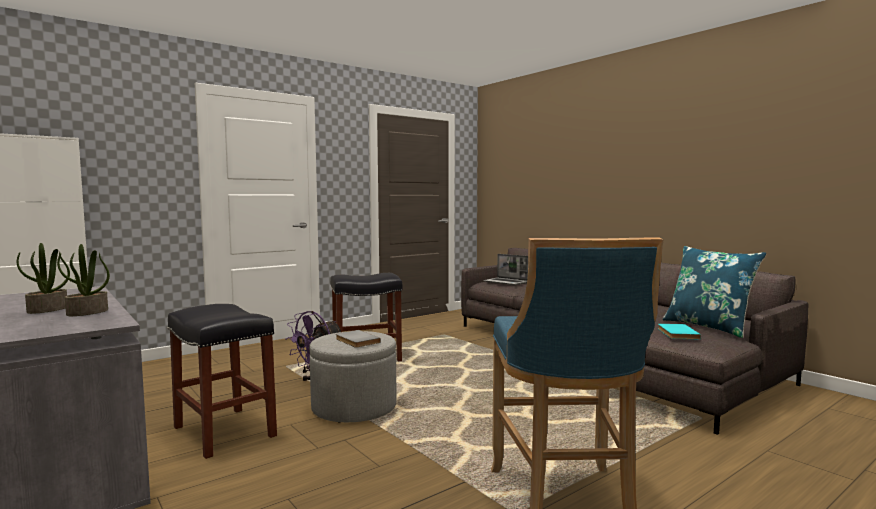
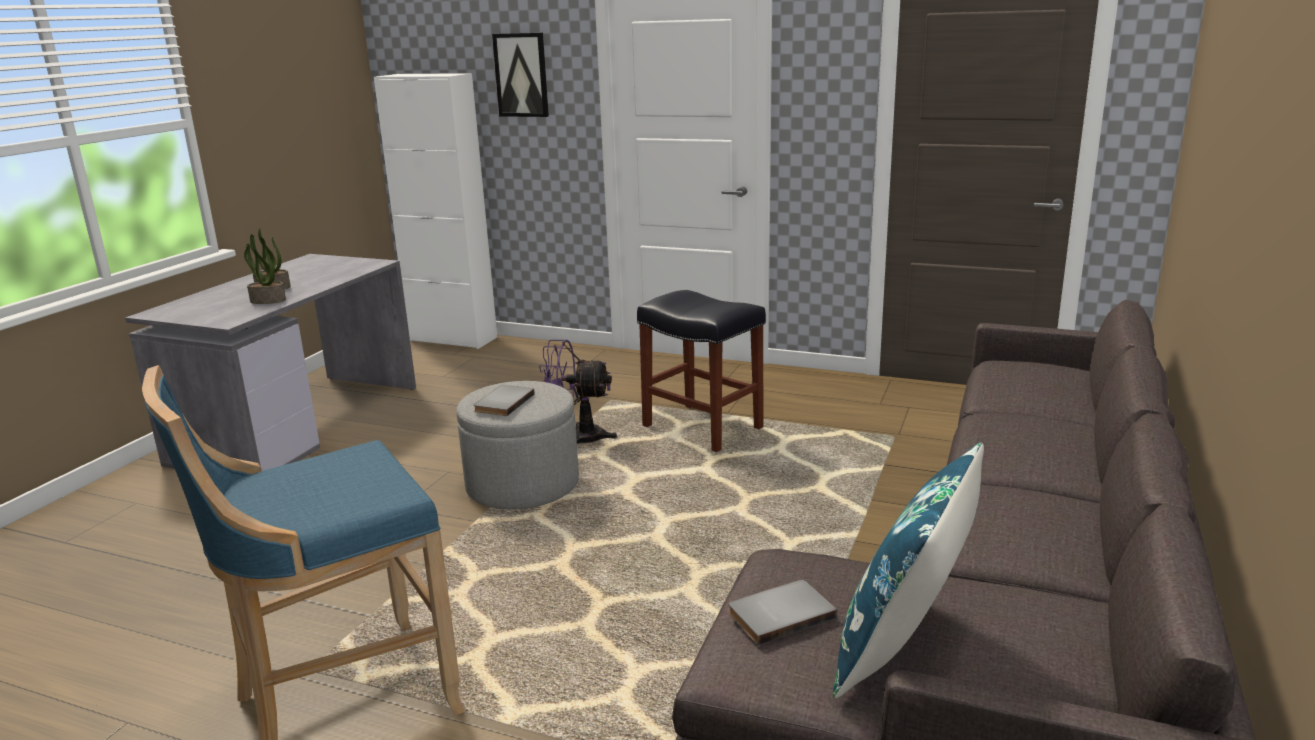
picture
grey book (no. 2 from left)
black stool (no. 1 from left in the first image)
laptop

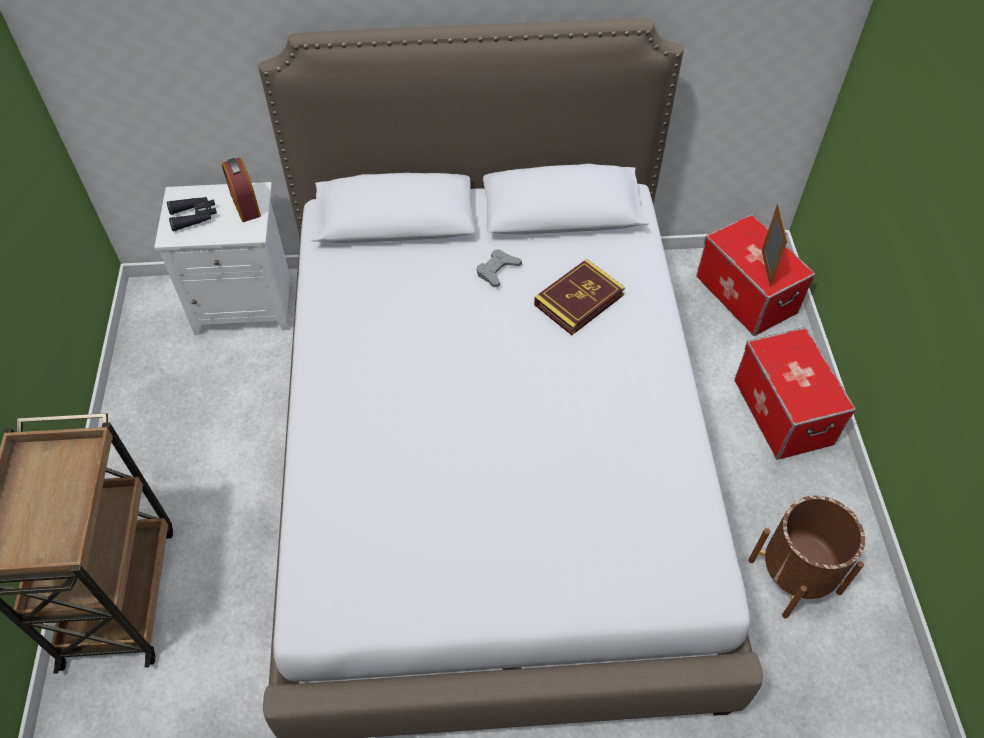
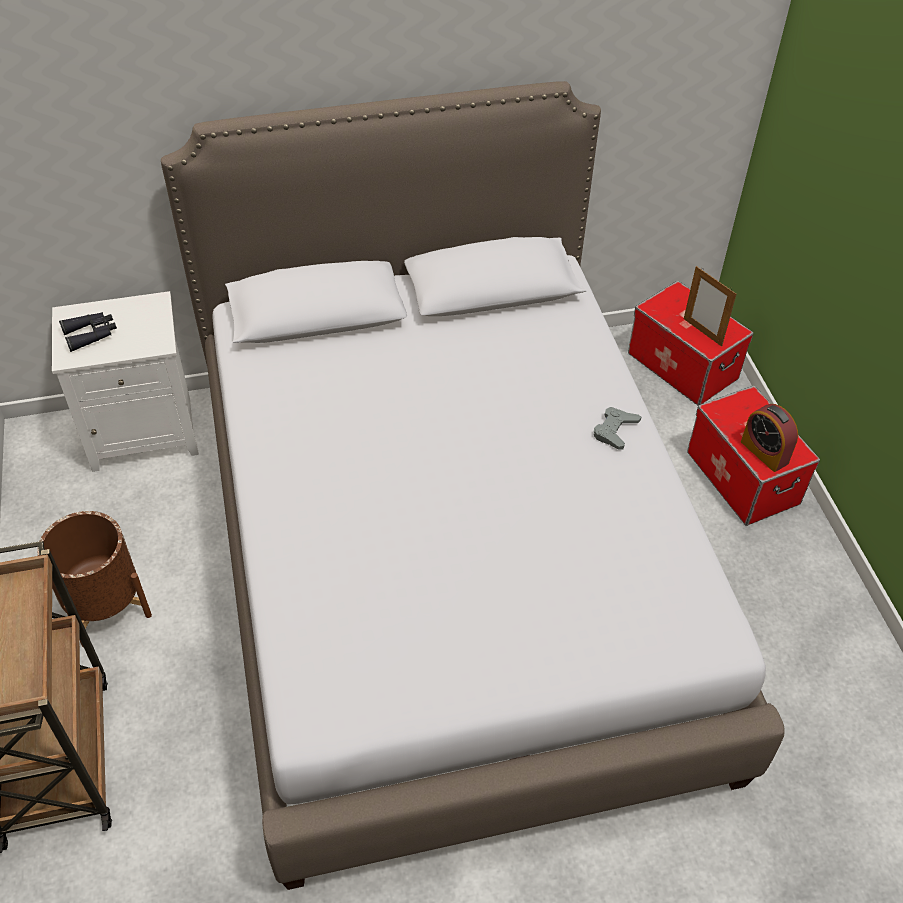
brown planter
grey game controller
picture frame
alarm clock
book

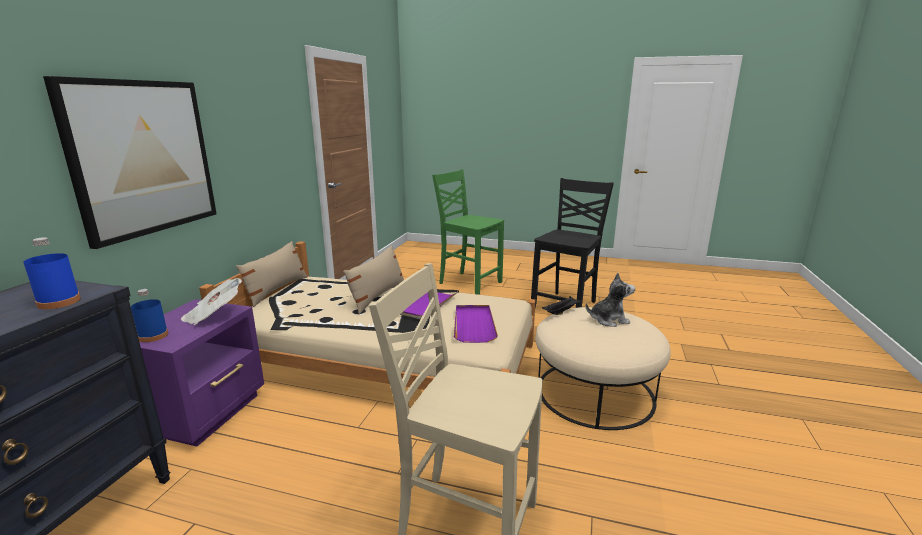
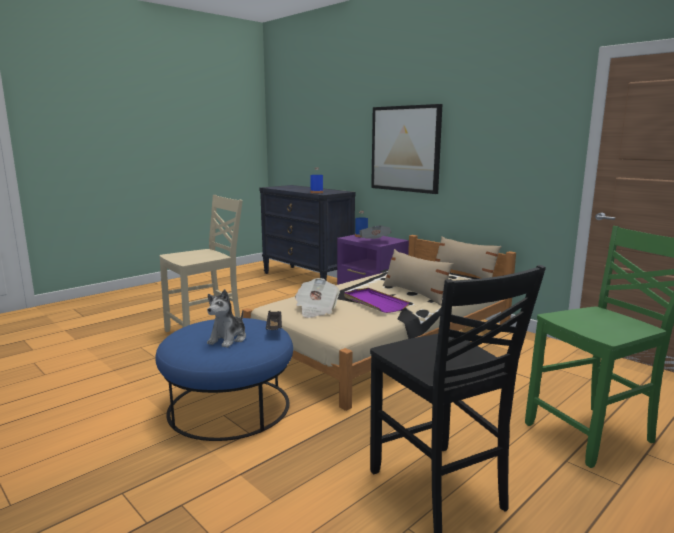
blue ottoman
newspaper (no. 1 from left)

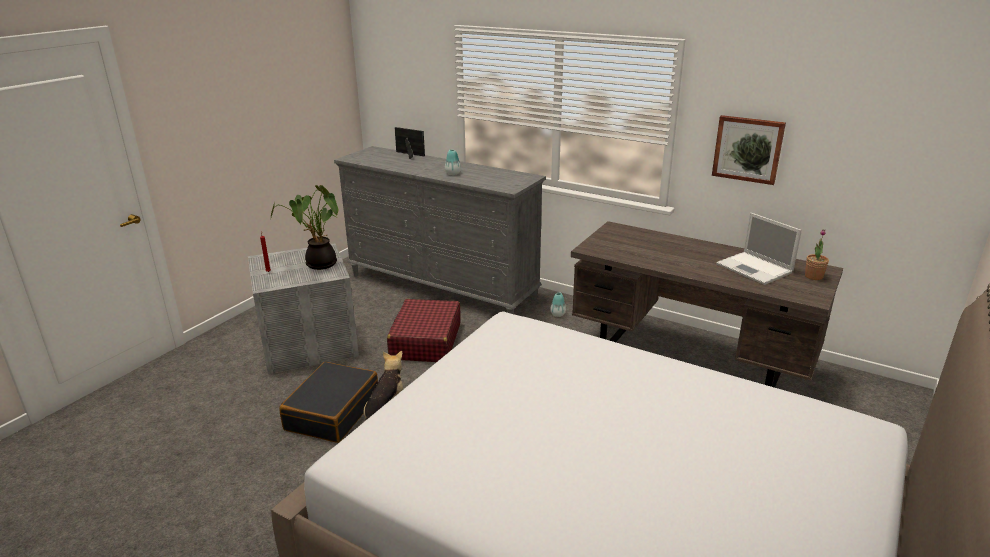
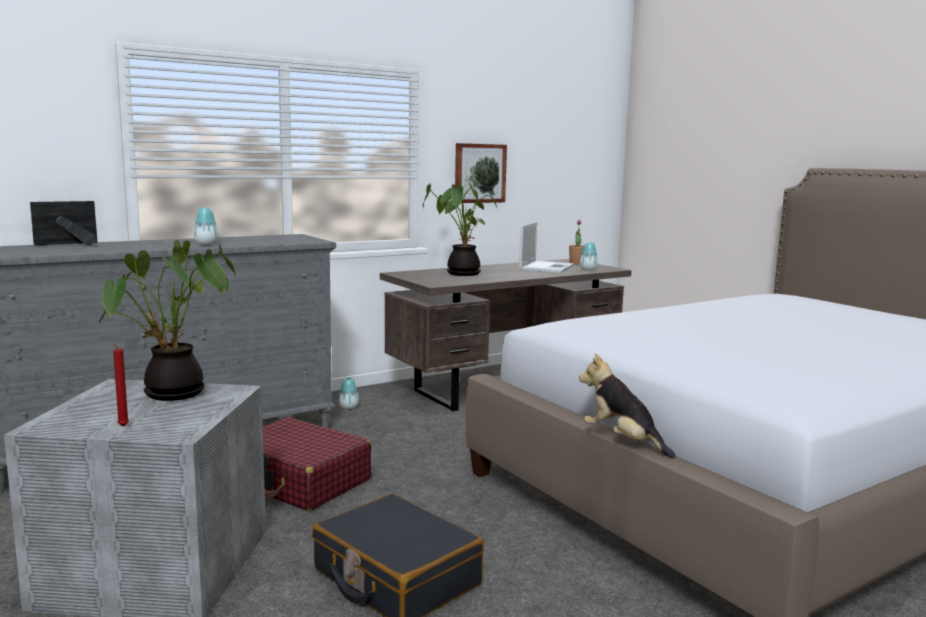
potted plant (no. 2 from left)
laptop
vase (no. 3 from left)

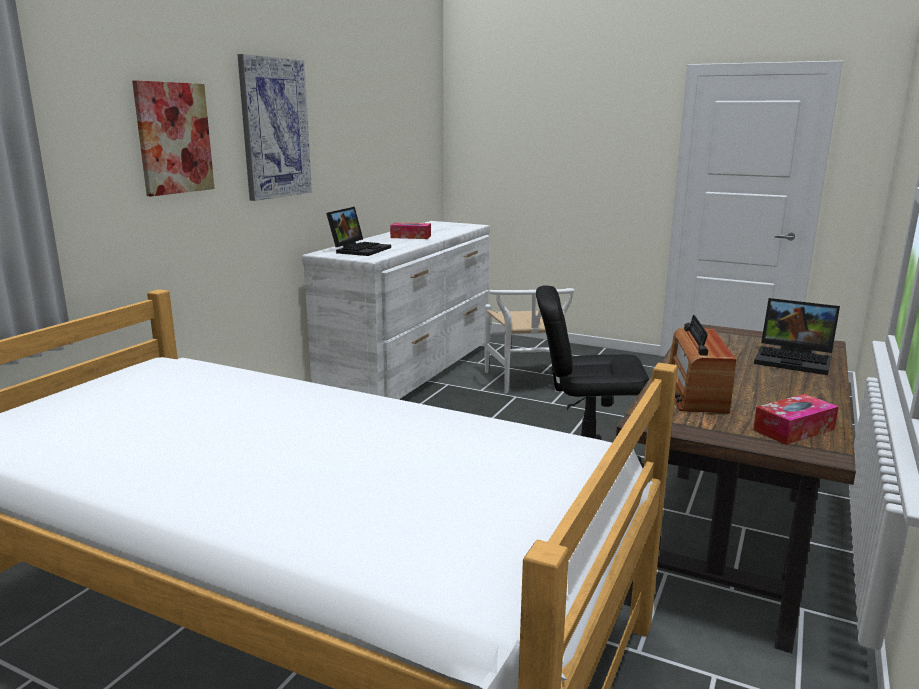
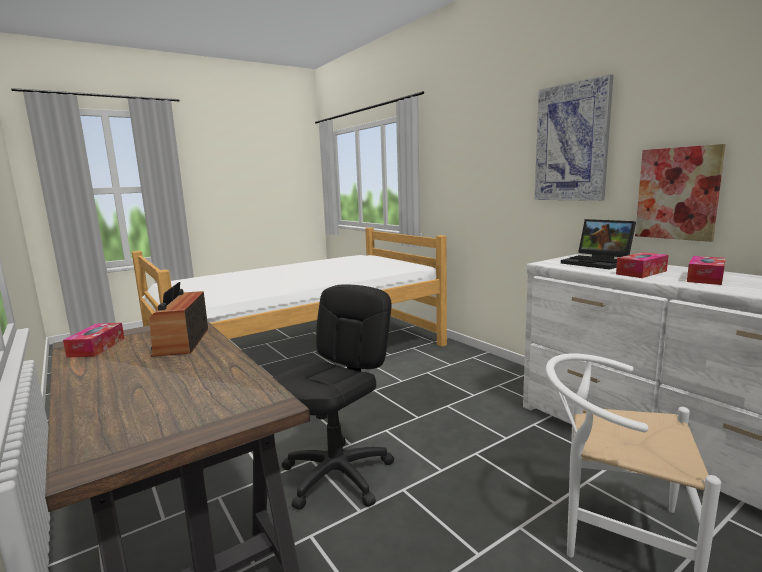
radio
tissue box (no. 2 from left)
picture (no. 2 from left)
laptop (no. 2 from left in the first image)

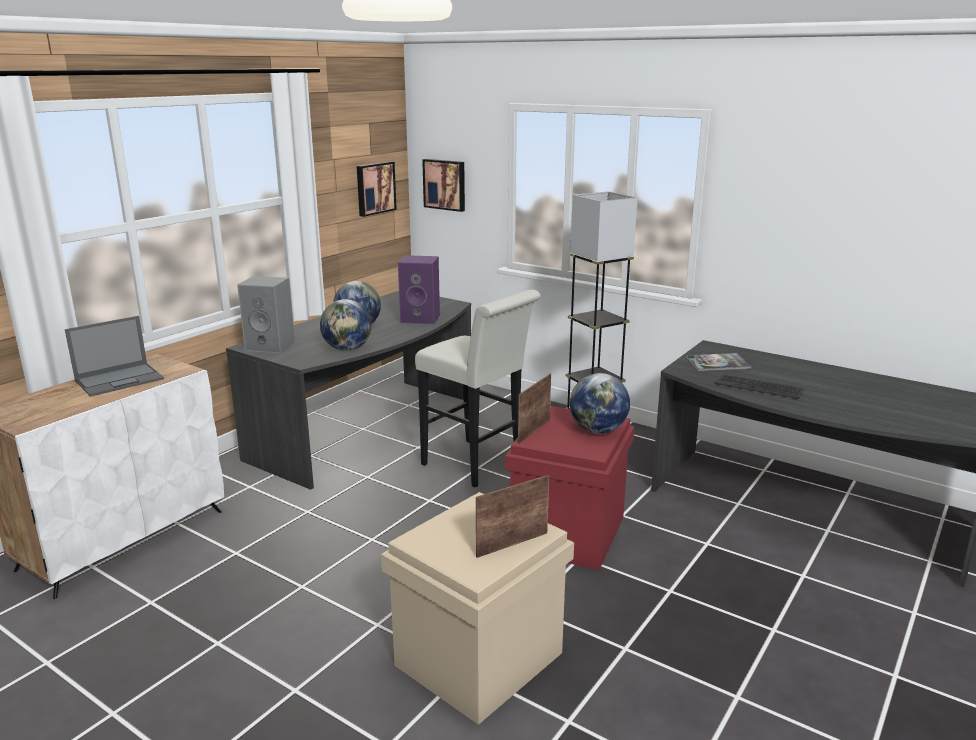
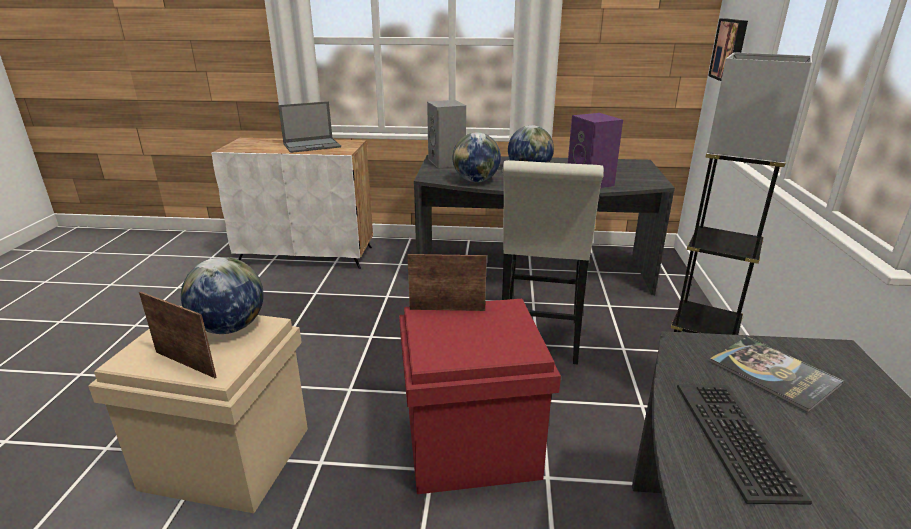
globe (no. 1 from left)
laptop
picture (no. 1 from left in the first image)

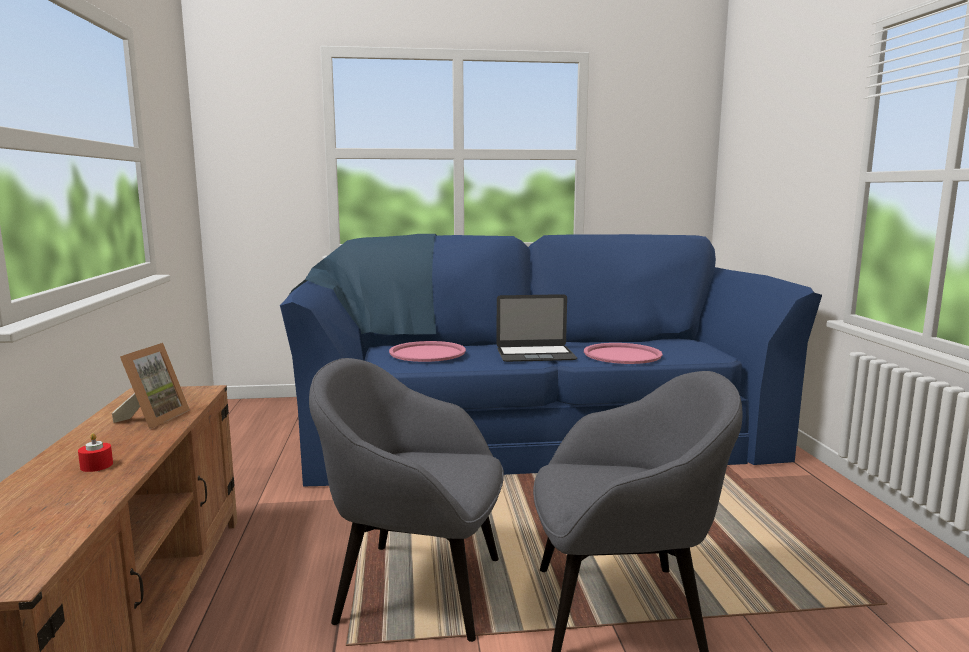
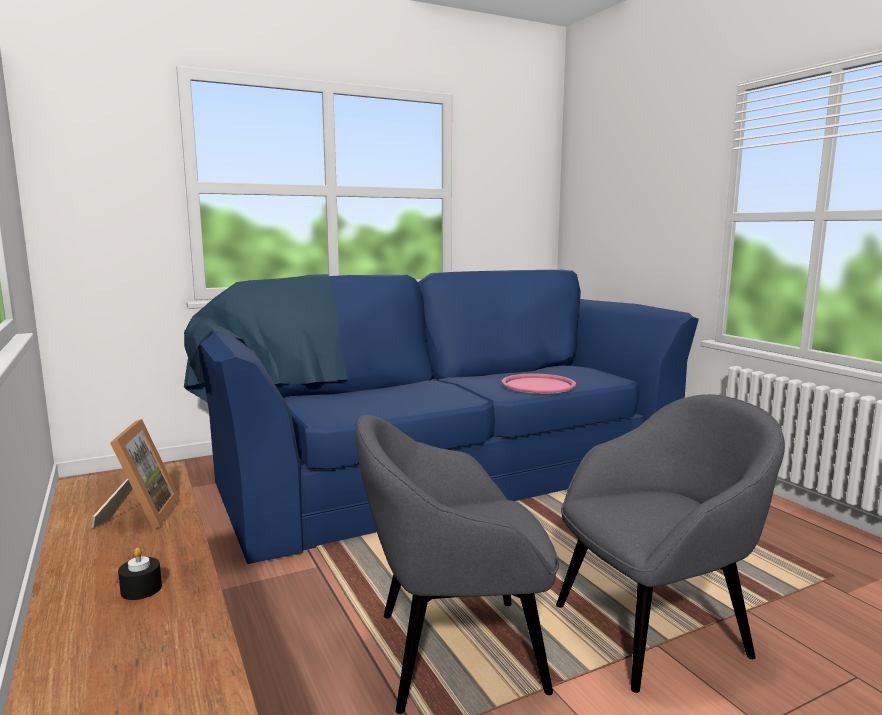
black candle
pink tray (no. 1 from left in the first image)
laptop

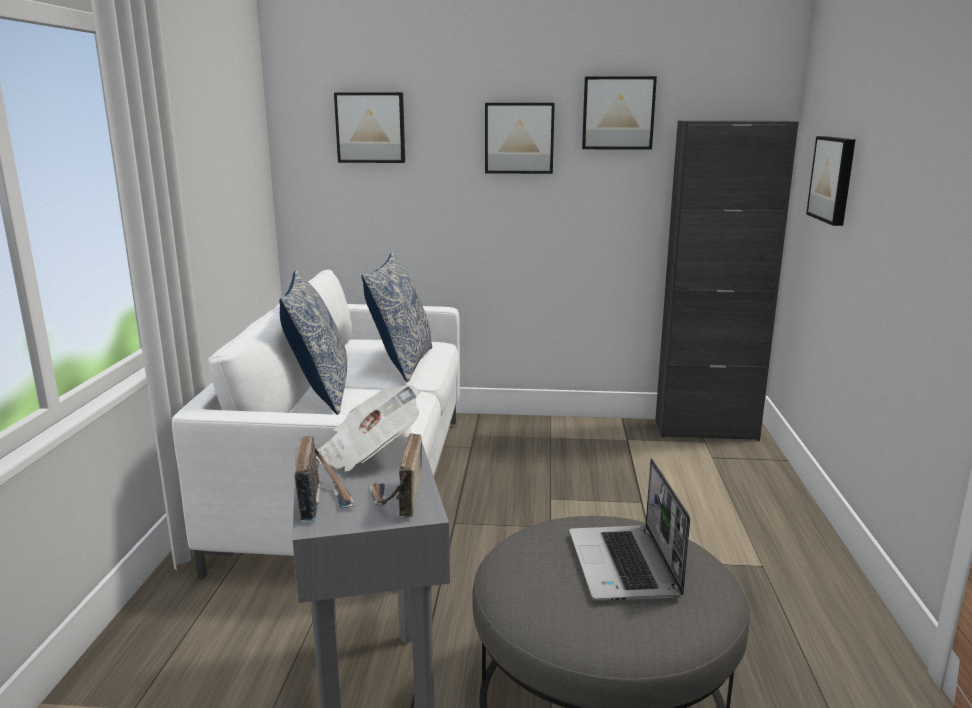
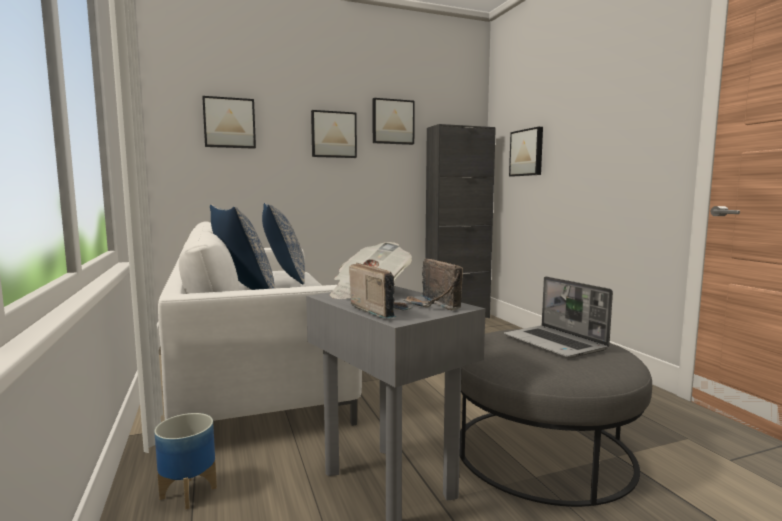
planter

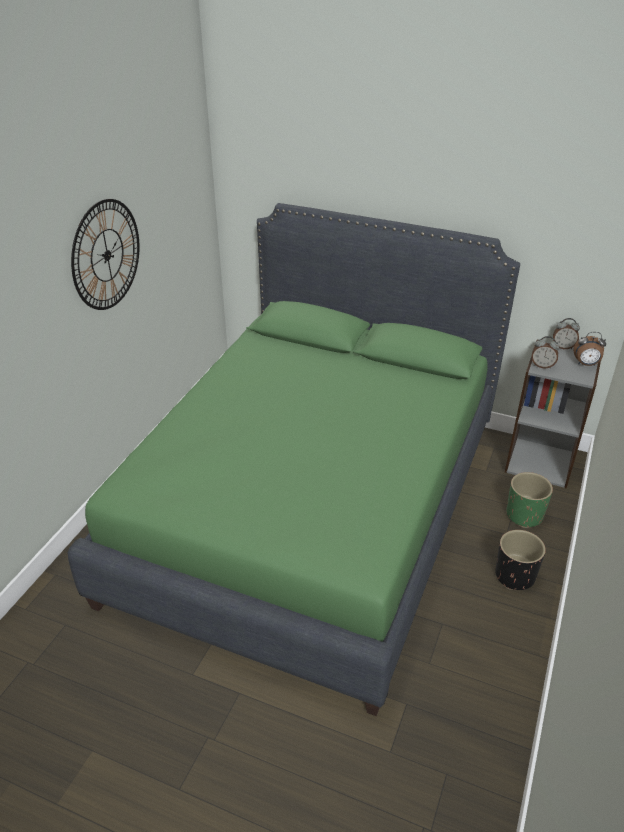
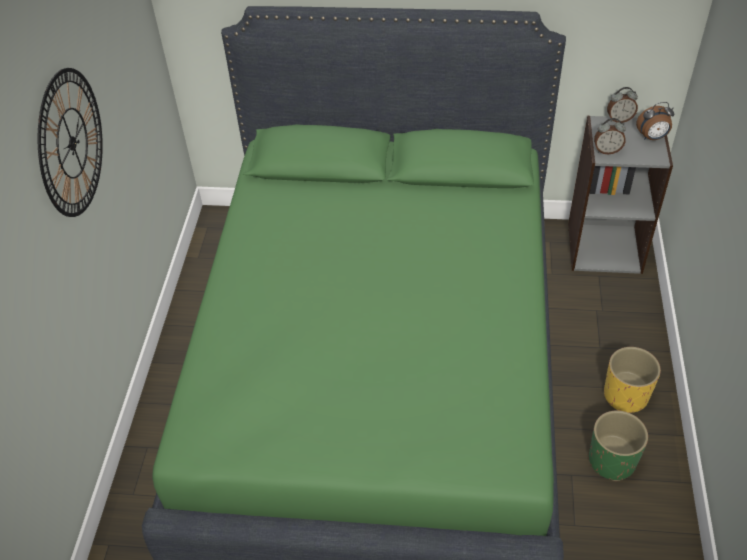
green planter
yellow planter

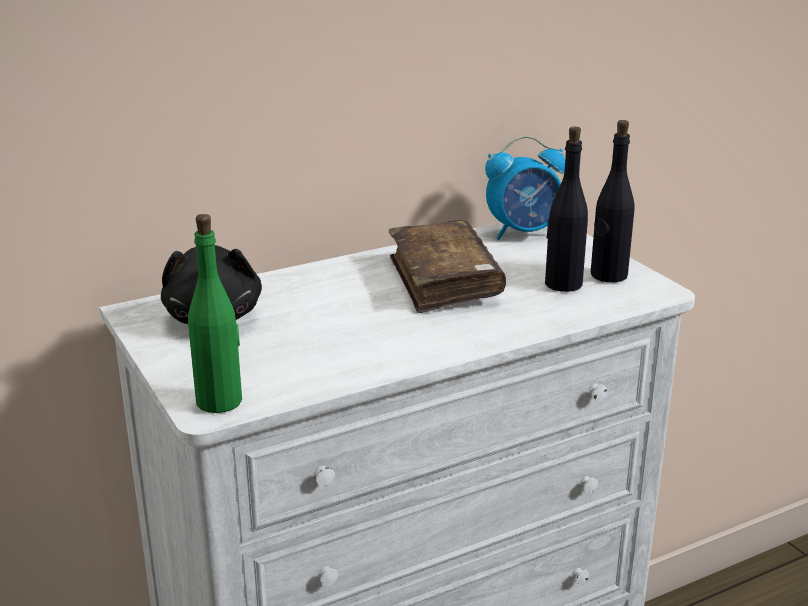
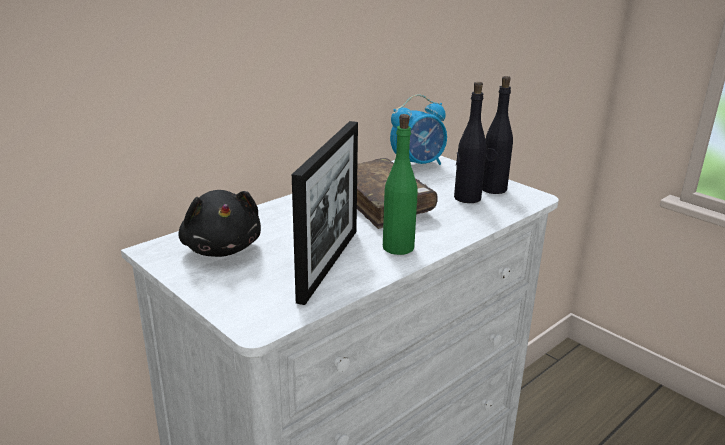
picture frame
green bottle

